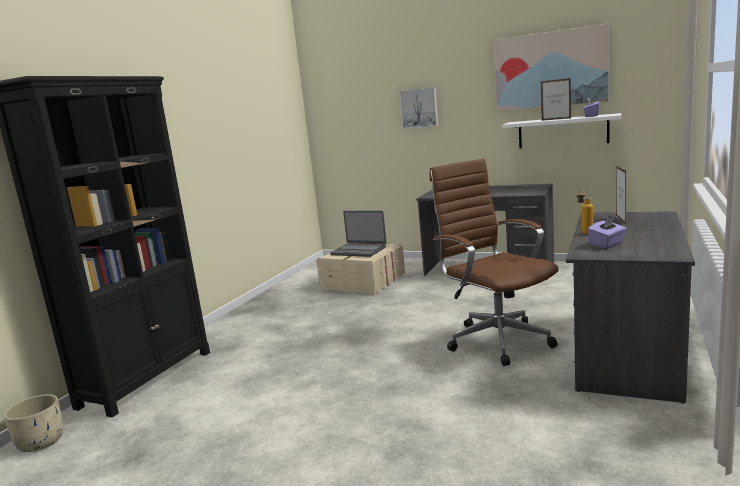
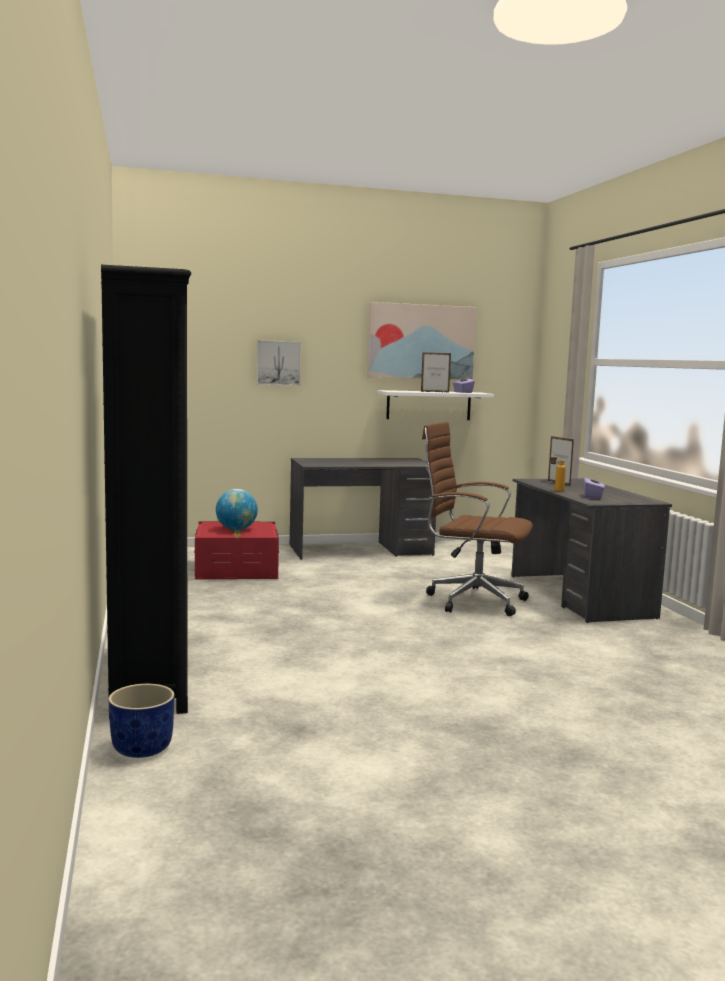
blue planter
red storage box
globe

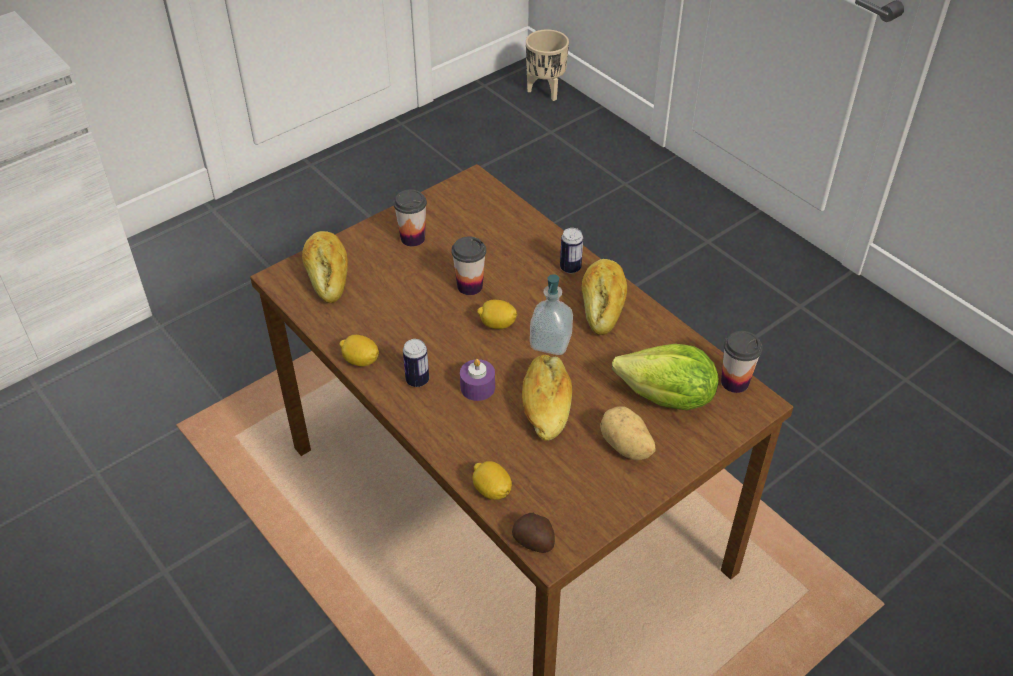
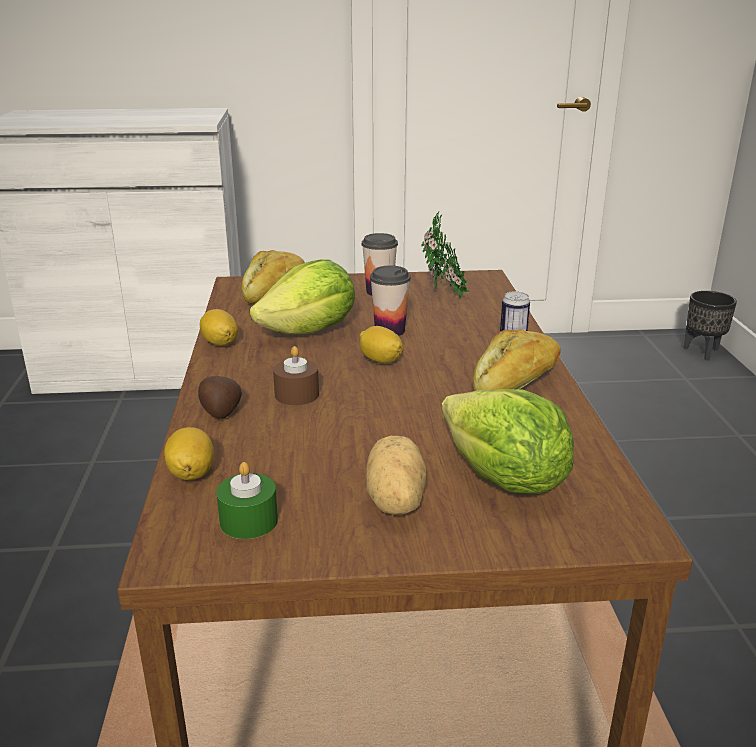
potato (no. 1 from left)
green candle
lettuce (no. 1 from left)
brown candle
potted plant
black planter
can (no. 1 from left in the first image)
bread (no. 2 from left in the first image)
soap dispenser
cup (no. 3 from left in the first image)

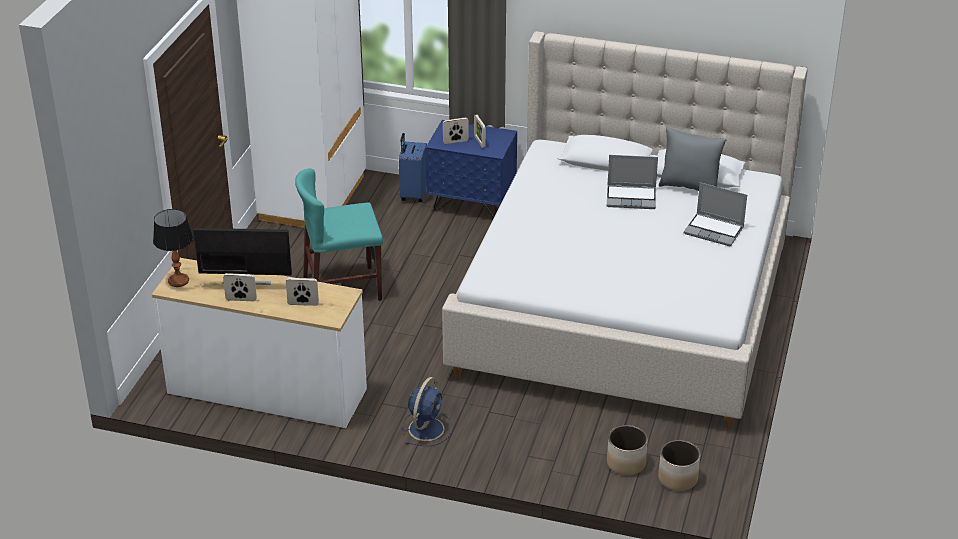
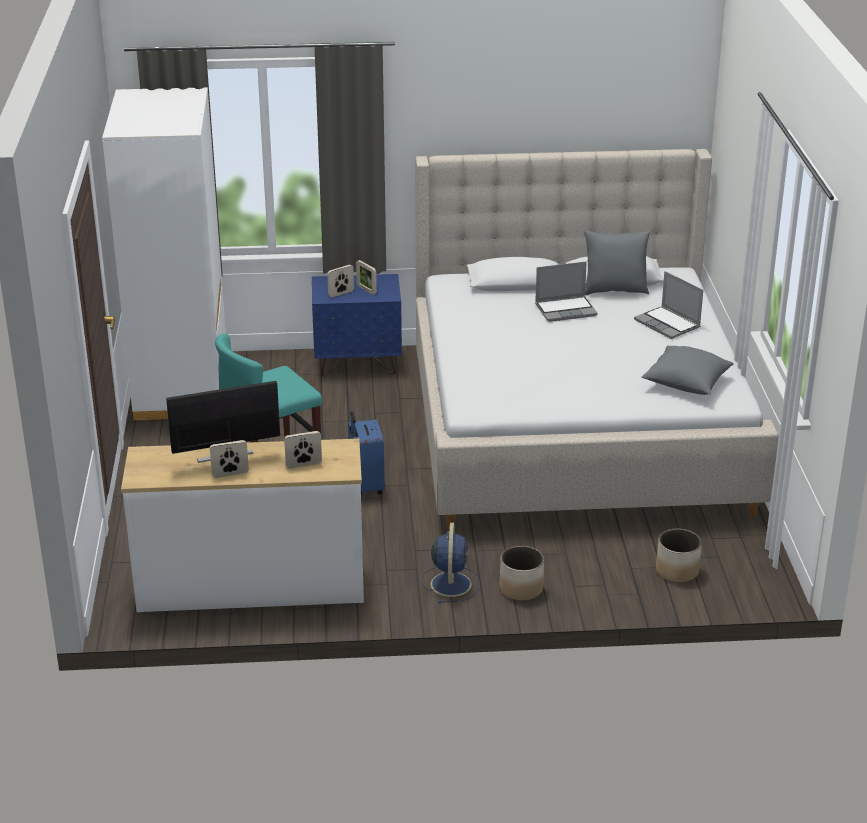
blue suitcase
planter (no. 1 from left)
laptop (no. 2 from left)
grey pillow (no. 2 from left)
table lamp

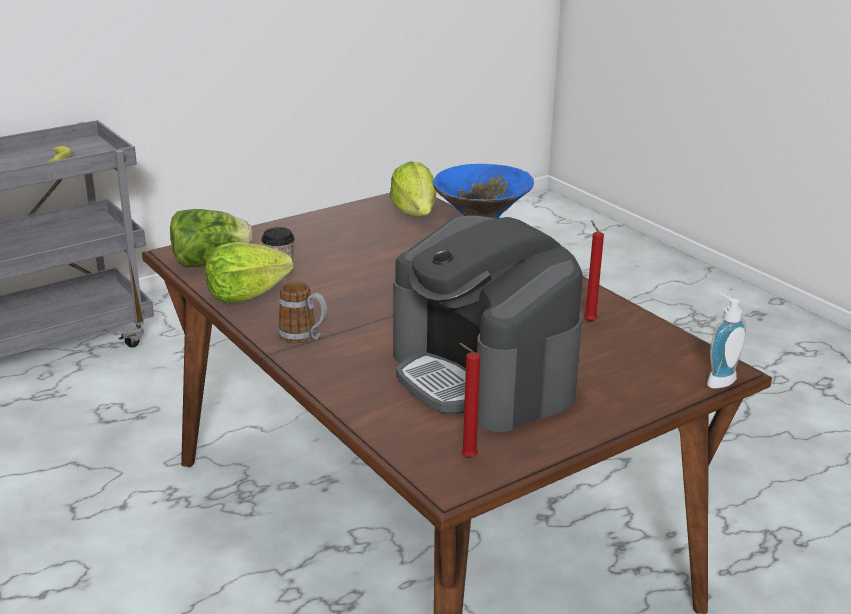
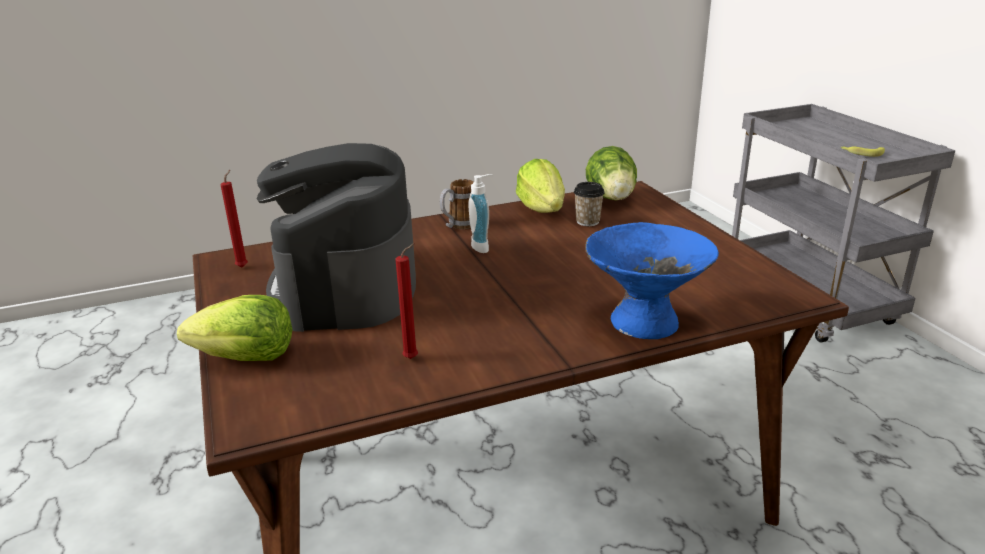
lettuce (no. 1 from left)
coffee machine
soap dispenser

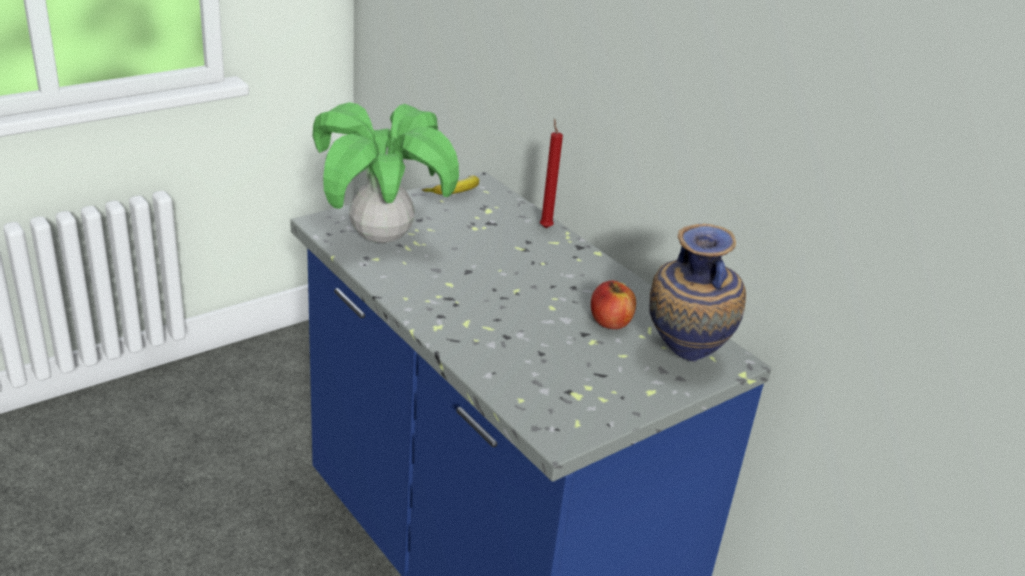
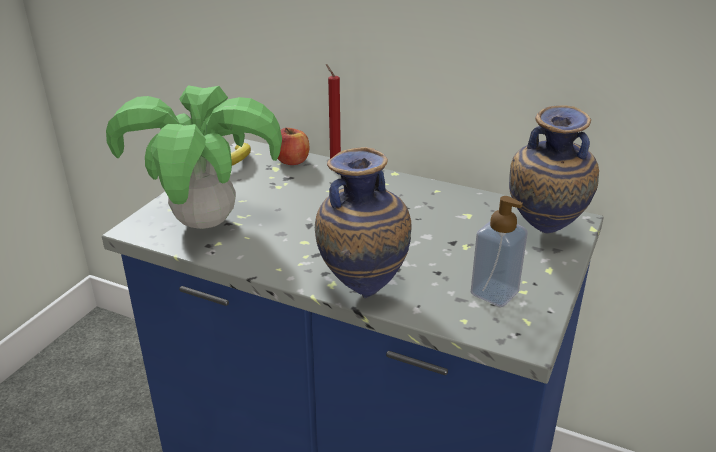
apple
vase (no. 1 from left)
soap dispenser

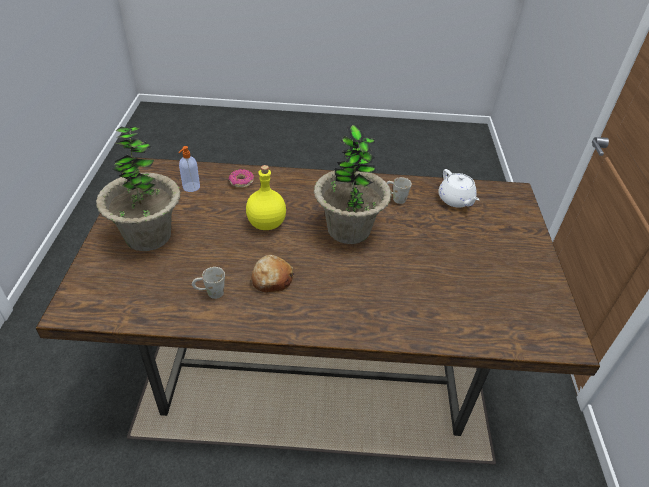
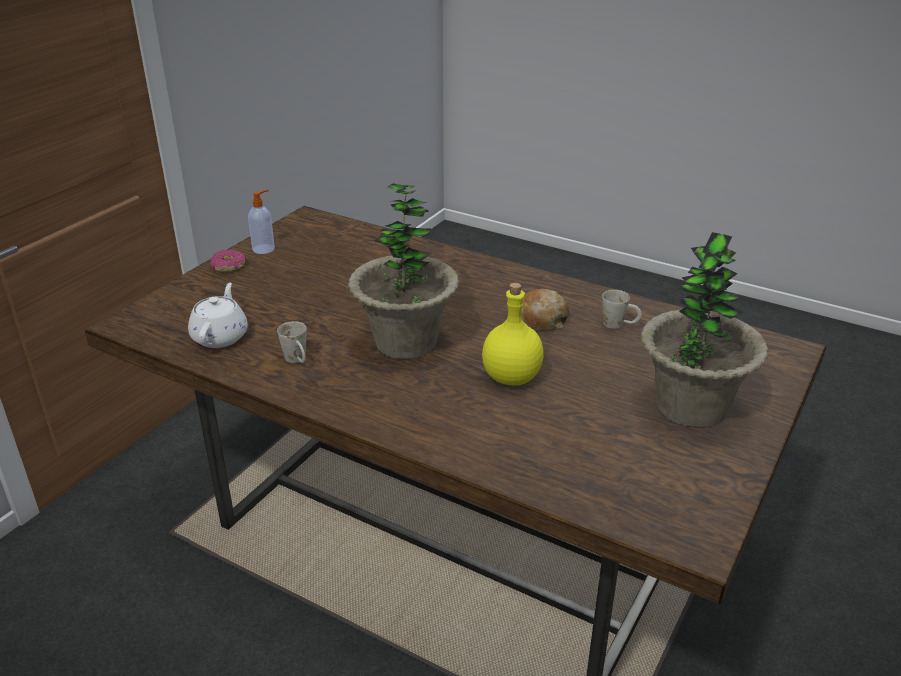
donut
soap dispenser

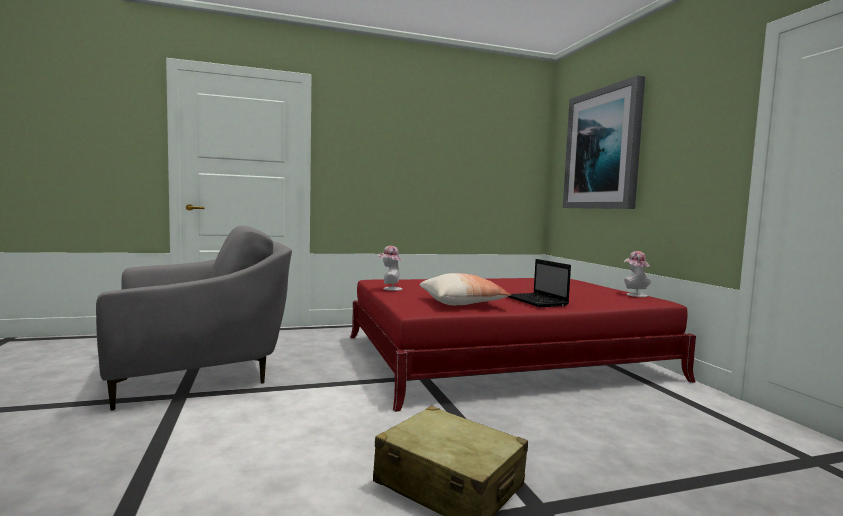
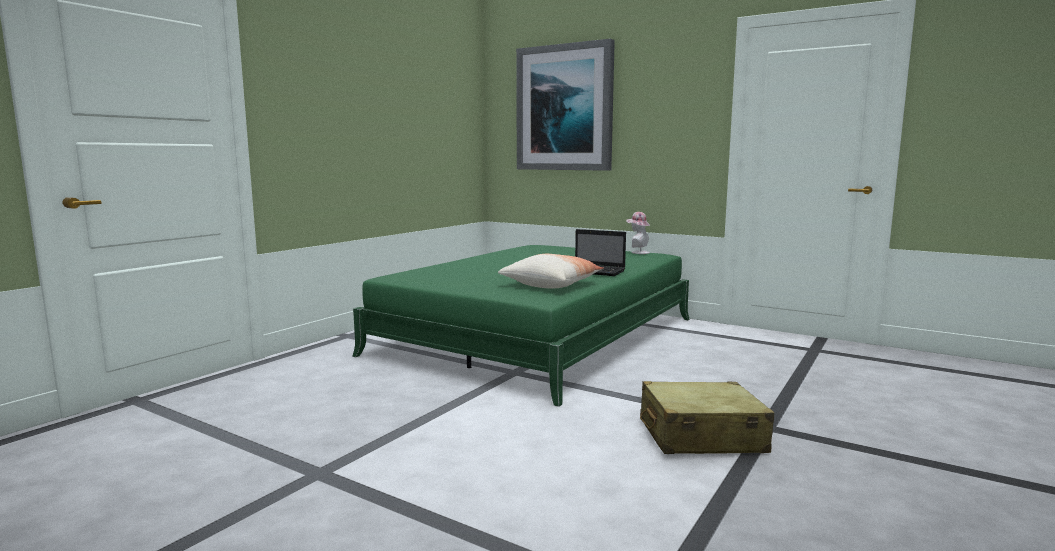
green bed
grey armchair
hat (no. 1 from left in the first image)

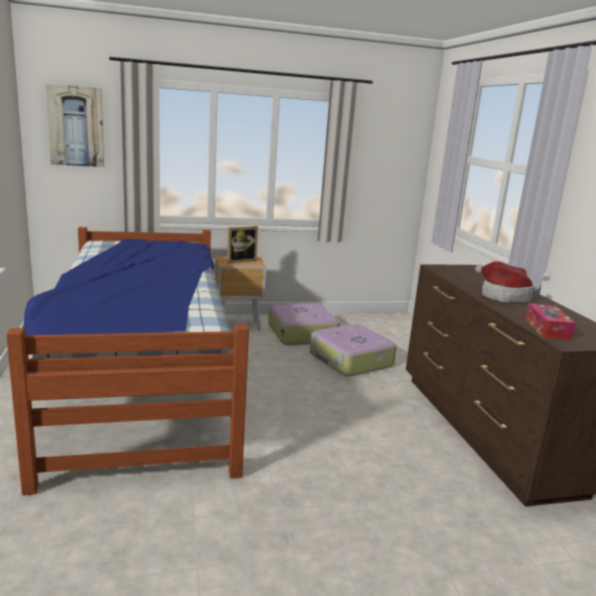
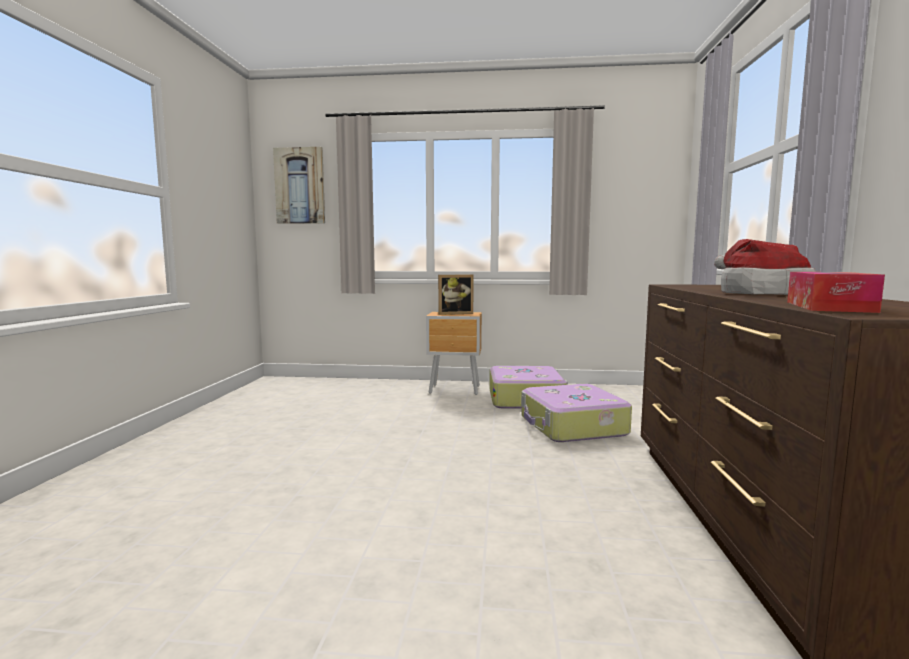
bed

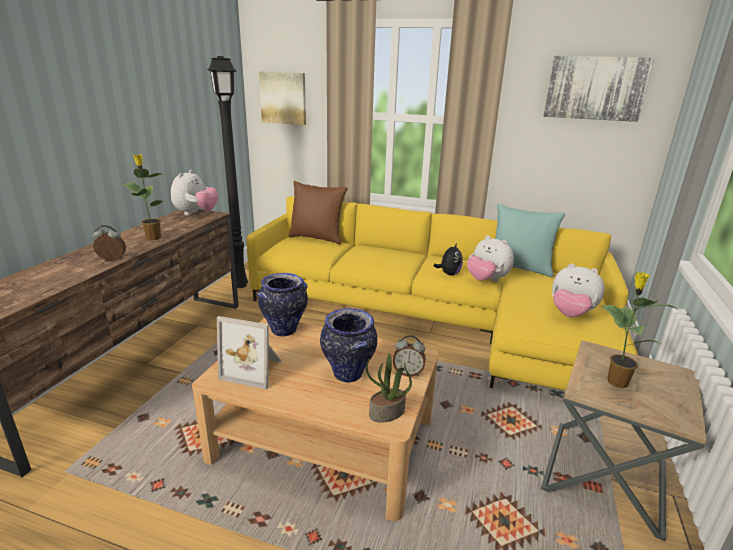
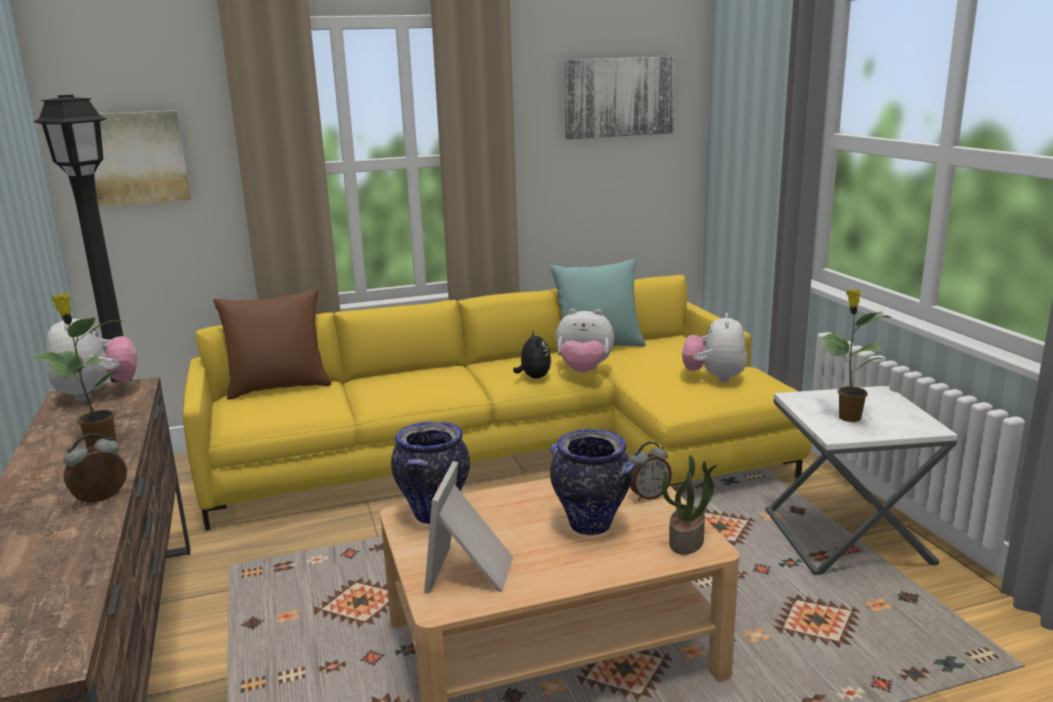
picture frame
plush toy (no. 4 from left)
white side table

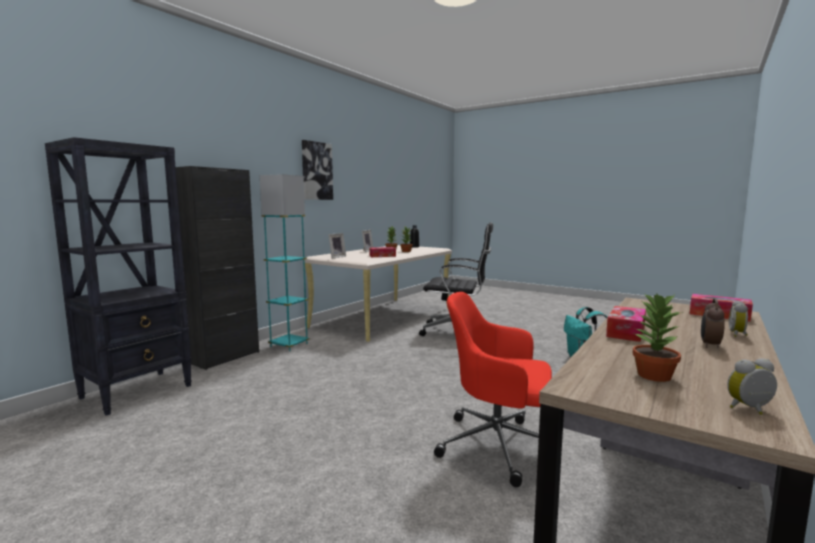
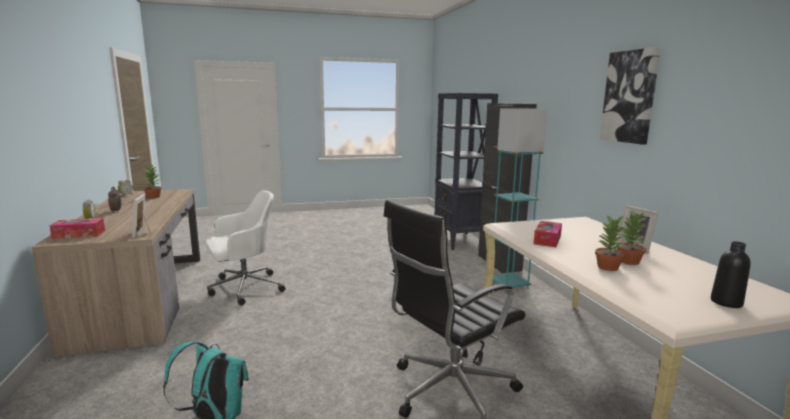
picture frame (no. 1 from left)
white office chair
tissue box (no. 2 from left in the first image)

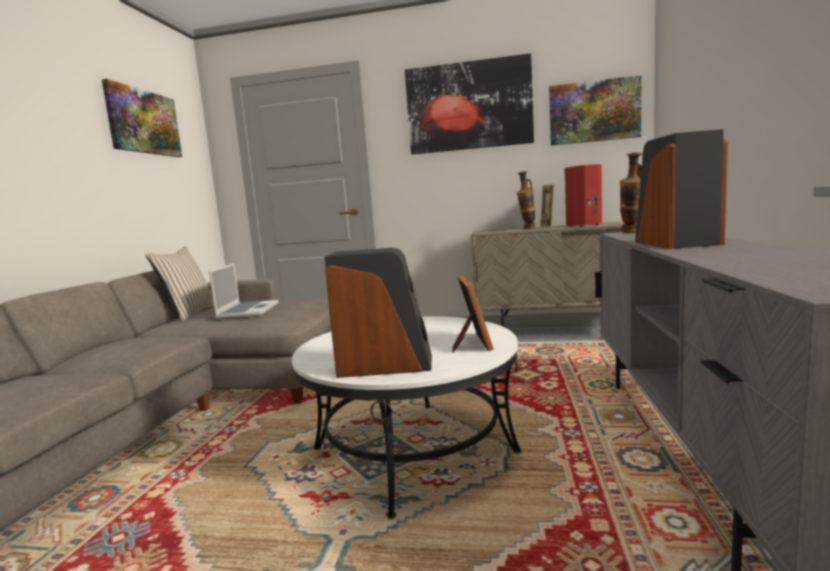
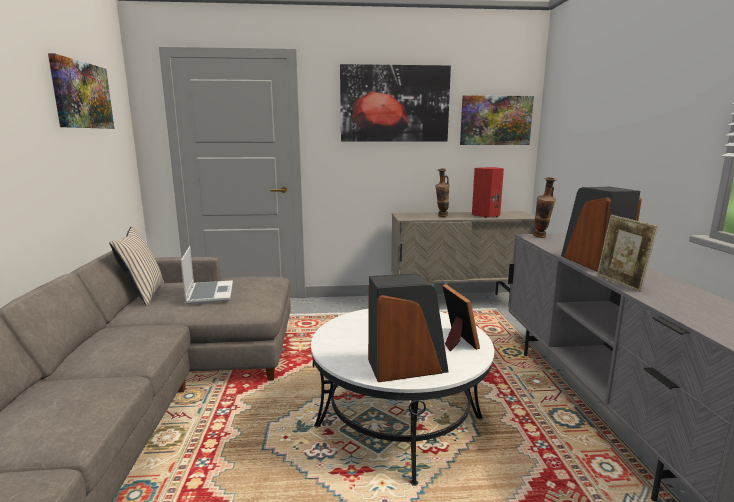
picture frame (no. 2 from left)

